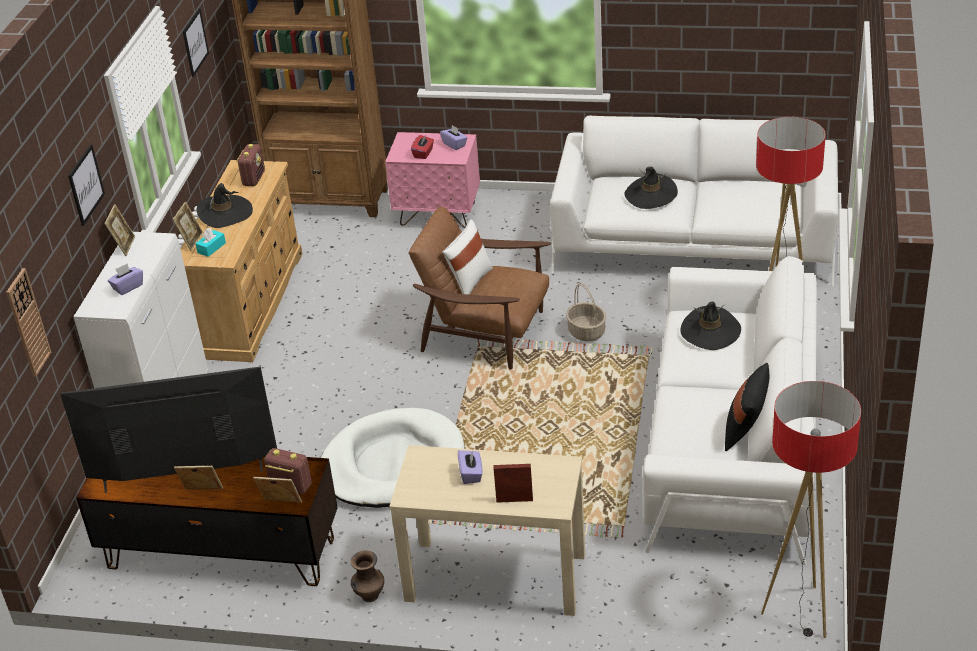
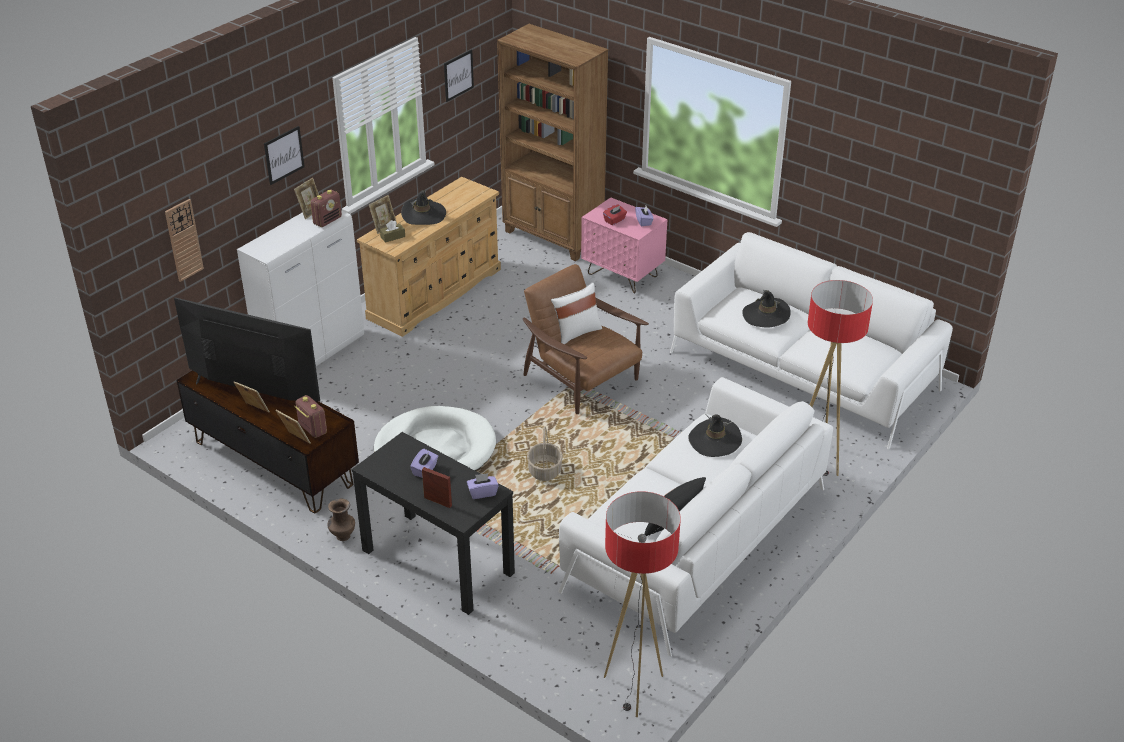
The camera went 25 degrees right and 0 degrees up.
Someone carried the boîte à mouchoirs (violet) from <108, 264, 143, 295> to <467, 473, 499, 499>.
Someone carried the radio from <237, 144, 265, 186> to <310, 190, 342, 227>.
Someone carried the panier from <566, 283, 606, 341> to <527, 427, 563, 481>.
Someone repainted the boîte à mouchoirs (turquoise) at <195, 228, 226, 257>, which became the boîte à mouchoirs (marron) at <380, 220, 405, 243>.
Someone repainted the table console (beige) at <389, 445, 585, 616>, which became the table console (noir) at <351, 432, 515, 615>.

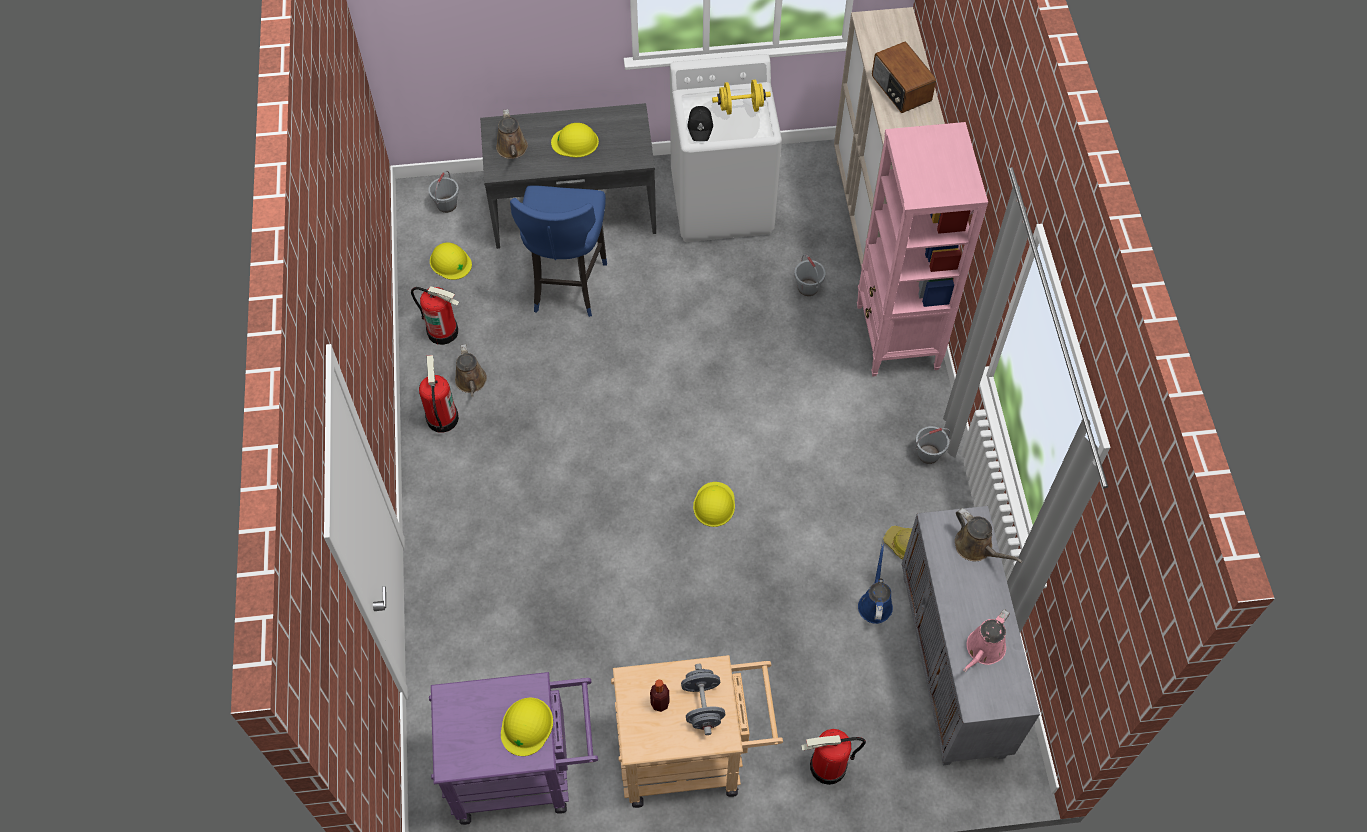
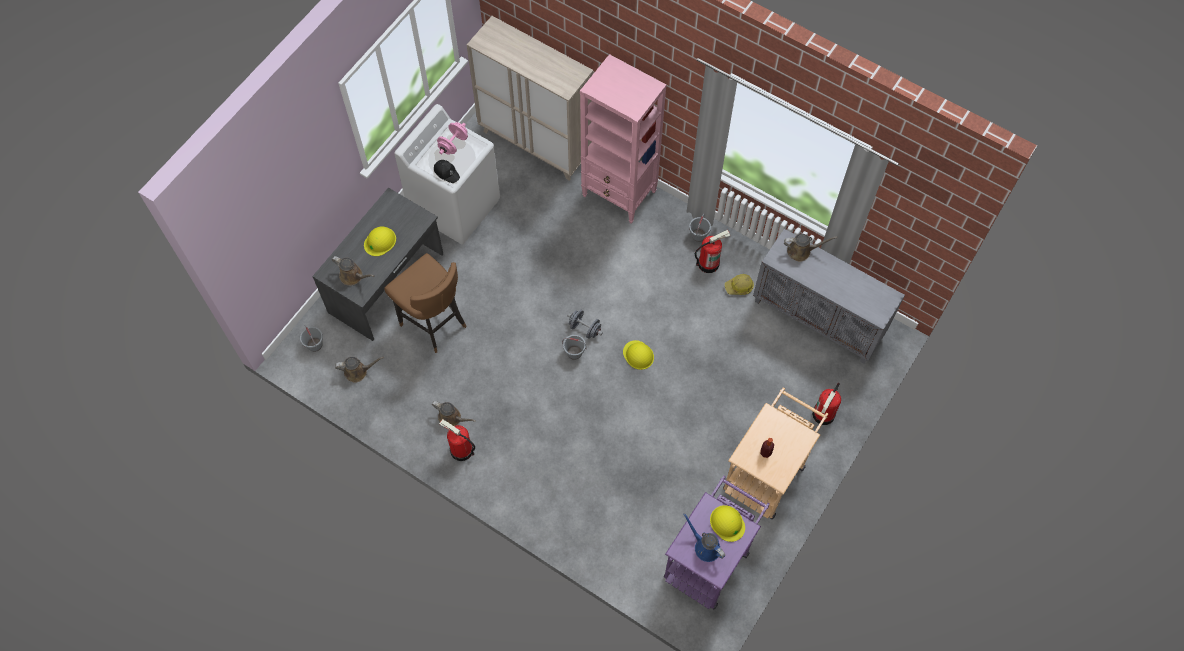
The camera went 50 degrees left and 5 degrees up.
Someone took away the radio at <872, 42, 936, 113>.
Someone took away the arrosoir (rose) at <963, 609, 1010, 672>.
Someone carried the extincteur from <411, 286, 459, 345> to <695, 230, 730, 273>.
Someone carried the haltère (gris) from <681, 664, 725, 735> to <567, 310, 603, 339>.
Someone carried the seau (gris) from <794, 254, 826, 296> to <562, 335, 586, 360>.
Someone carried the arrosoir (bleu) from <858, 544, 893, 624> to <683, 513, 725, 562>.
Someone swapped the casque de chantier (jaune) at <430, 242, 472, 280> for the arrosoir (marron) at <335, 357, 384, 383>.
Someone repainted the tabouret (bleu) at <510, 185, 607, 317>, which became the tabouret (marron) at <384, 253, 467, 353>.
Someone repainted the haltère (jaune) at <712, 79, 771, 115>, which became the haltère (rose) at <437, 122, 468, 155>.

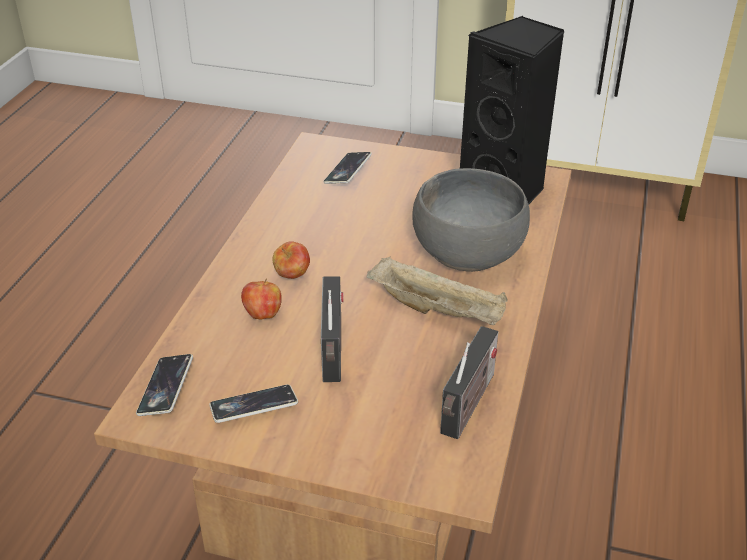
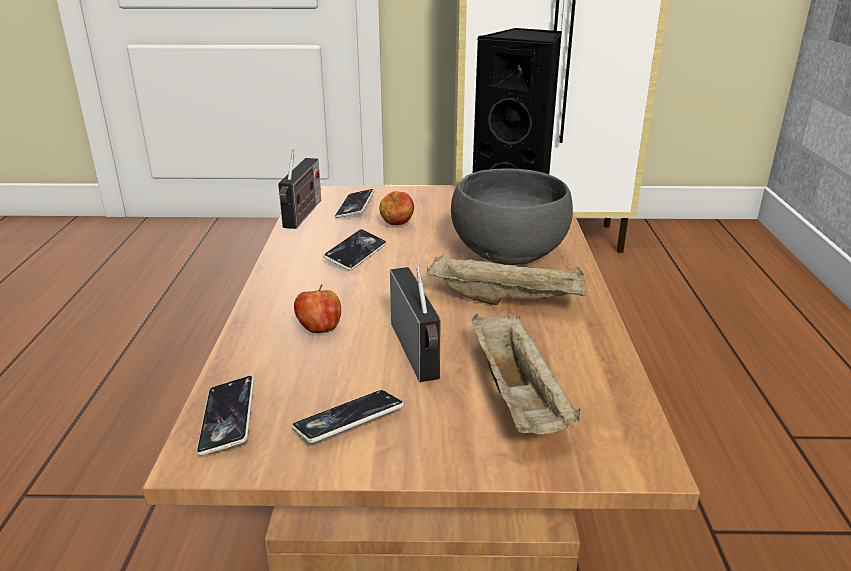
The camera went 15 degrees left and 10 degrees down.
Someone put down the téléphone at <323, 229, 387, 271>.
Someone put down the plateau (beige) at <472, 313, 580, 435>.
Someone carried the pomme from <273, 241, 310, 279> to <379, 191, 414, 225>.
Someone carried the radio from <440, 326, 498, 439> to <278, 149, 321, 229>.

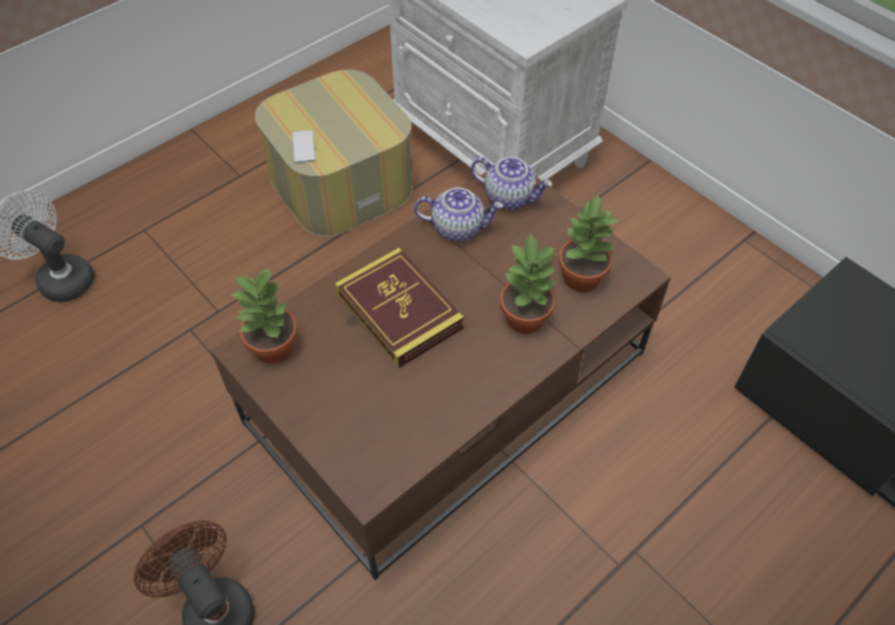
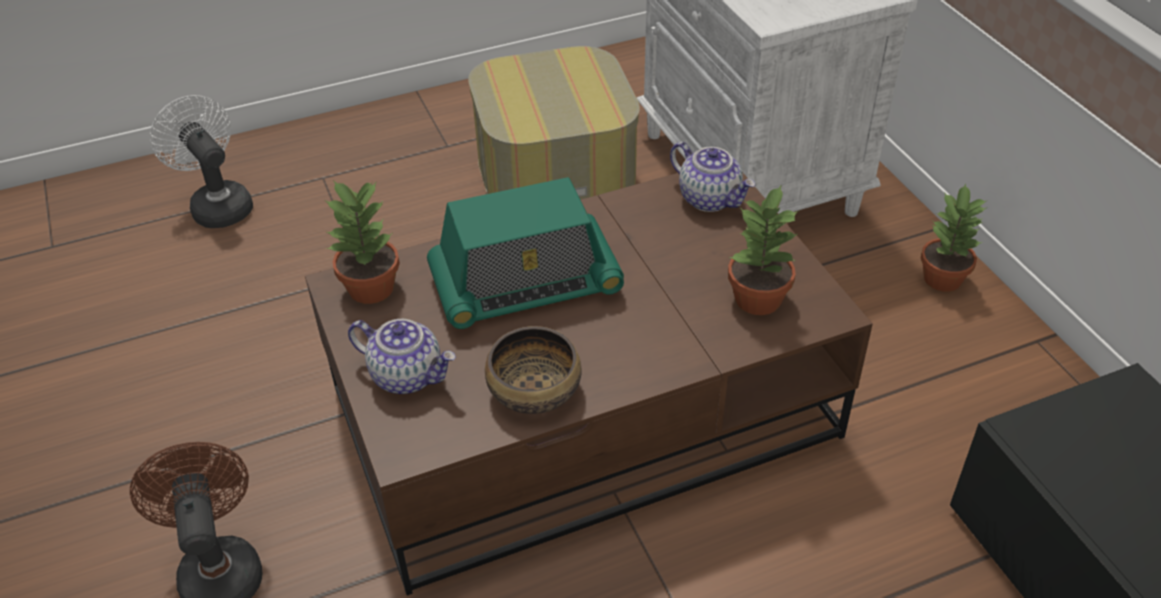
The camera went 20 degrees right and 10 degrees down.
Someone took away the téléphone at <292, 130, 315, 163>.
Someone put down the bol at <485, 326, 582, 414>.
Someone carried the théière from <414, 187, 503, 241> to <348, 319, 456, 394>.
Someone carried the plante en pot from <500, 233, 557, 334> to <921, 183, 986, 292>.
Someone swapped the livre at <335, 248, 464, 368> for the radio at <427, 177, 624, 329>.

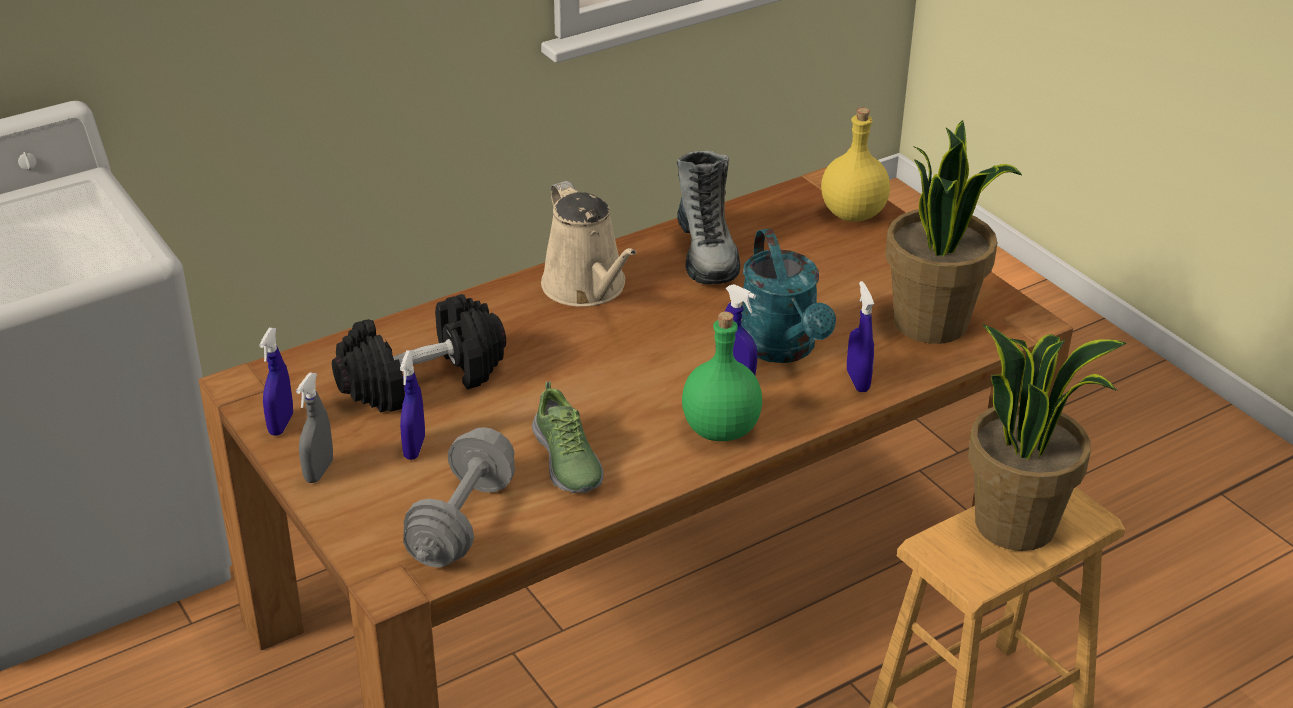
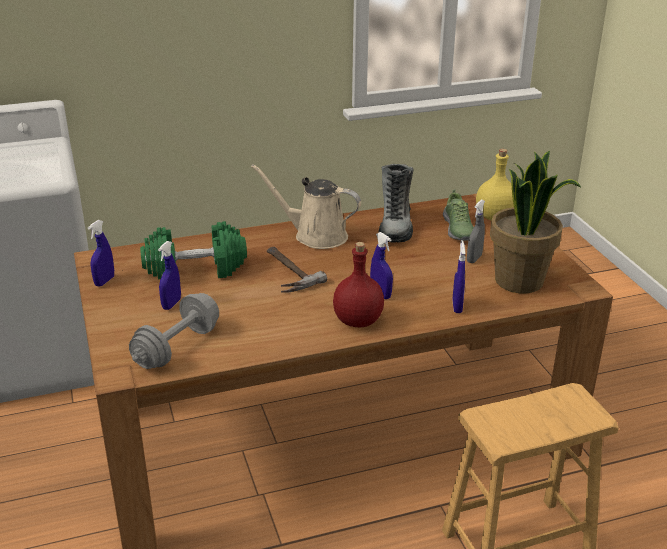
The camera went 15 degrees right and 5 degrees down.
Someone took away the arrosoir (turquoise) at <741, 228, 836, 363>.
Someone took away the plante en pot at <968, 324, 1127, 551>.
Someone put down the marteau at <267, 247, 327, 293>.
Someone carried the vaporisateur (gris) from <296, 373, 333, 483> to <467, 200, 485, 263>.
Someone carried the chaussure from <532, 382, 604, 493> to <443, 190, 474, 241>.
Someone repainted the haltère (noir) at <332, 294, 506, 413>, which became the haltère (vert) at <140, 221, 247, 279>.
Someone repainted the bouteille (vert) at <682, 312, 762, 441>, which became the bouteille (rouge) at <333, 242, 384, 327>.
Someone rotated the arrosoir (beige) at <541, 181, 637, 307> by 120 degrees clockwise.

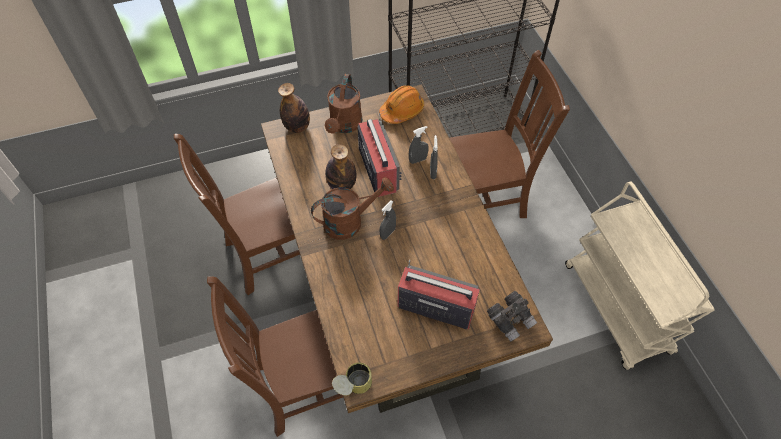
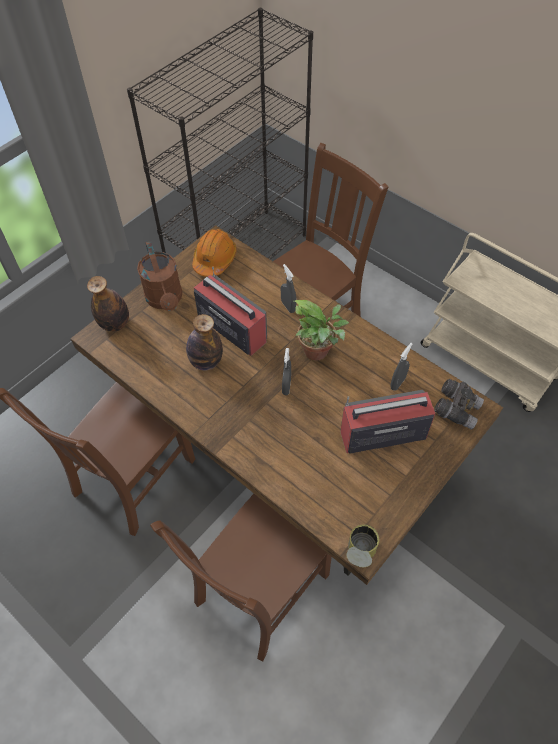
The camera went 30 degrees left and 0 degrees up.
Someone took away the arrosoir (marron) at <311, 177, 394, 240>.
Someone put down the plante en pot at <294, 300, 349, 361>.
Someone carried the vaporisateur (gris) from <409, 126, 429, 164> to <390, 343, 413, 391>.

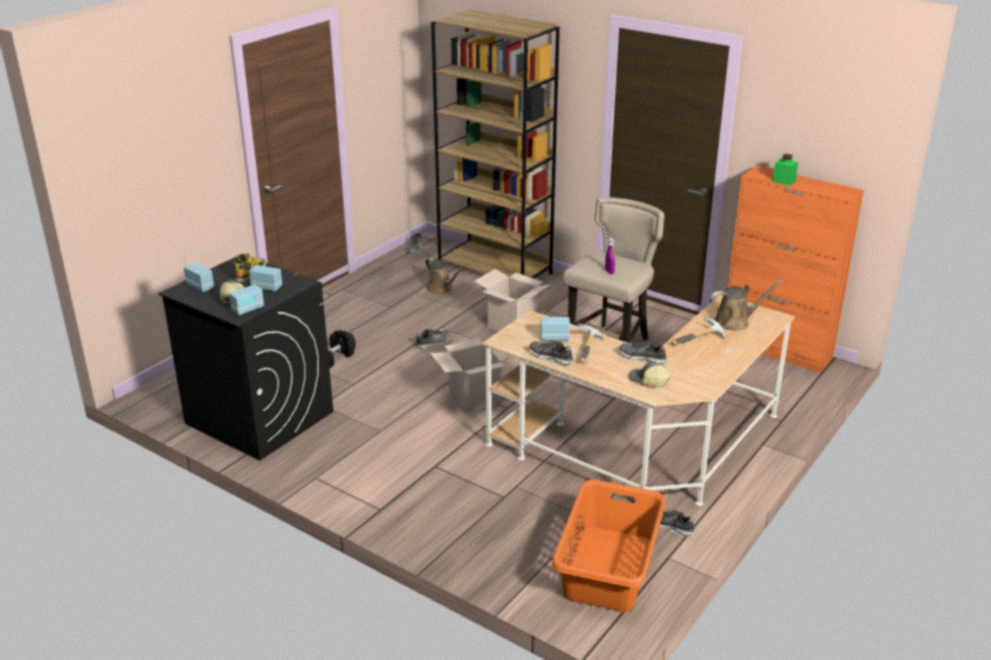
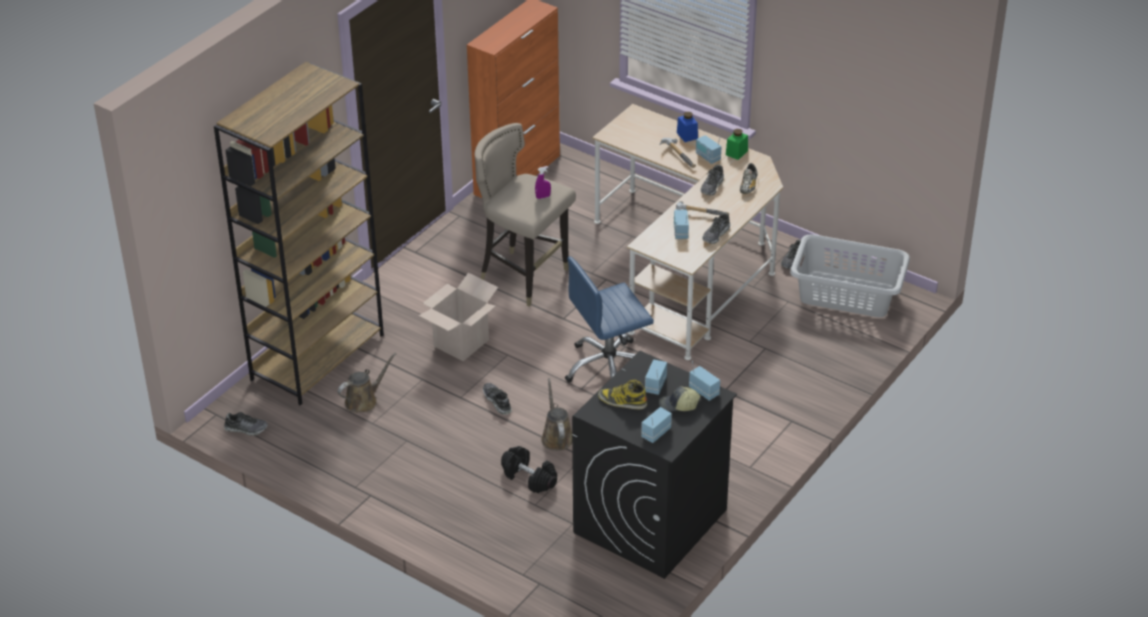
The camera went 90 degrees left and 10 degrees up.
Someone put down the bocal (bleu) at <677, 112, 698, 142>.
Someone put down the radio at <696, 135, 721, 164>.
Someone carried the arrosoir (marron) from <709, 280, 783, 331> to <541, 378, 572, 451>.
Someone carried the bocal (vert) from <772, 154, 798, 186> to <726, 129, 748, 160>.
Someone swapped the carton at <430, 338, 511, 413> for the chaise de bureau (bleu) at <565, 256, 654, 383>.
Someone swapped the casquette at <629, 362, 671, 388> for the chaussure at <740, 163, 758, 194>.
Someone repainted the panier à linge (orange) at <552, 480, 666, 612>, which became the panier à linge (gris) at <790, 234, 910, 317>.

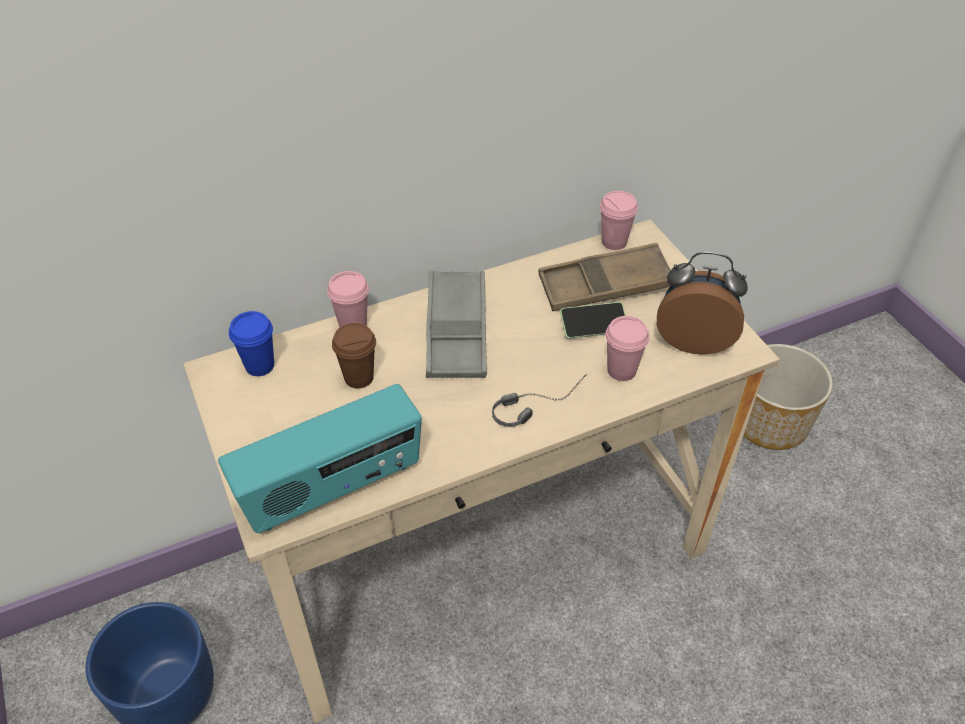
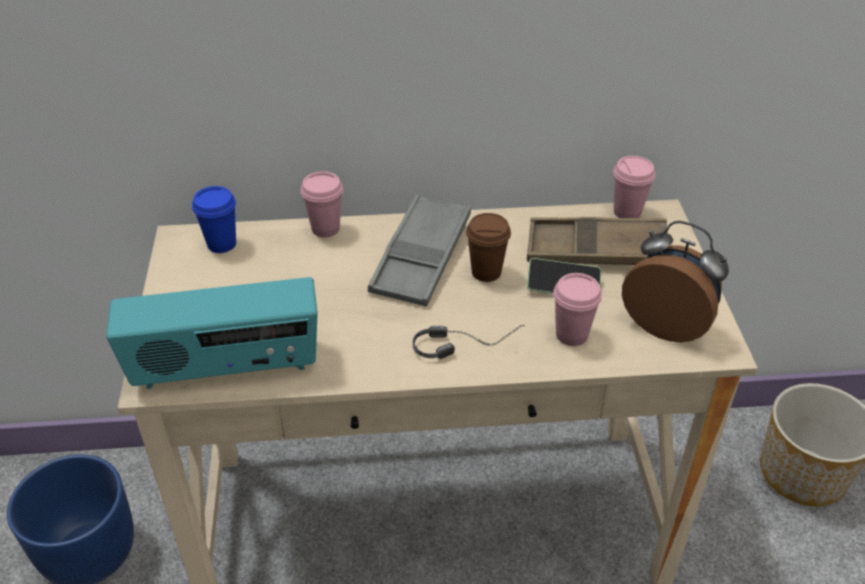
The camera went 20 degrees right and 5 degrees down.
Someone carried the tasse (marron) from <332, 323, 376, 388> to <466, 213, 511, 282>.

